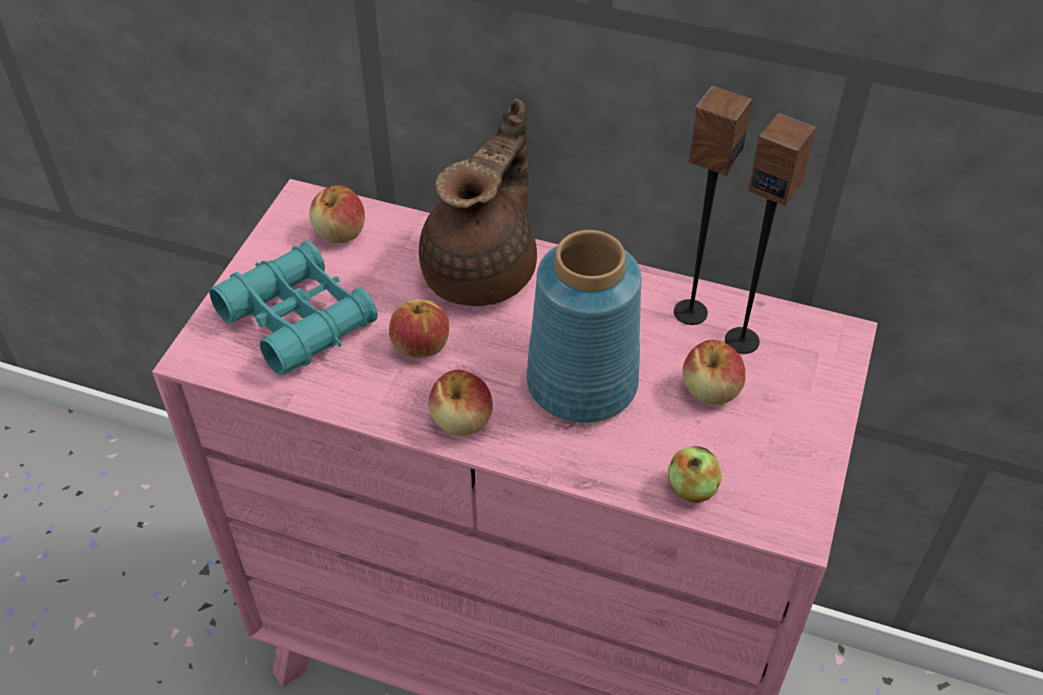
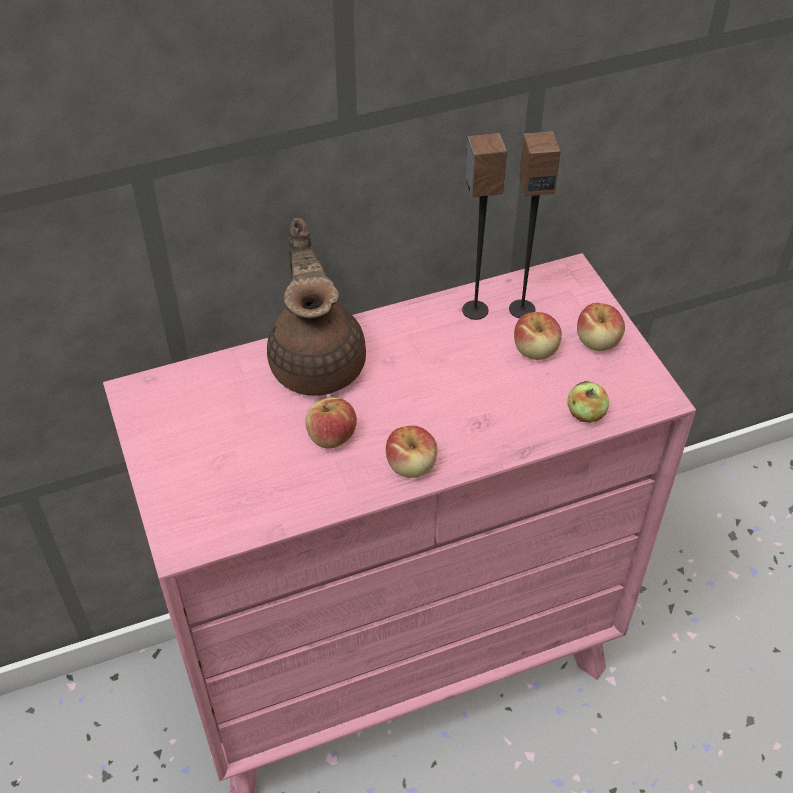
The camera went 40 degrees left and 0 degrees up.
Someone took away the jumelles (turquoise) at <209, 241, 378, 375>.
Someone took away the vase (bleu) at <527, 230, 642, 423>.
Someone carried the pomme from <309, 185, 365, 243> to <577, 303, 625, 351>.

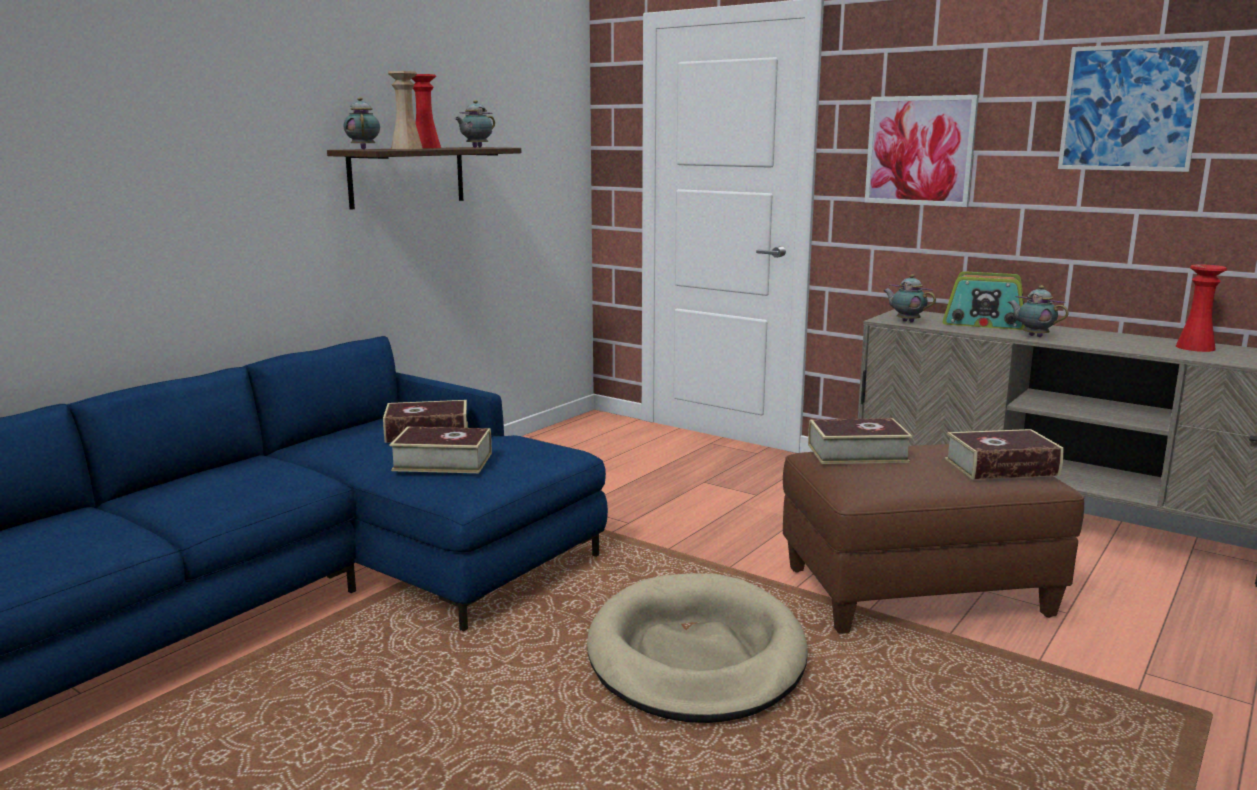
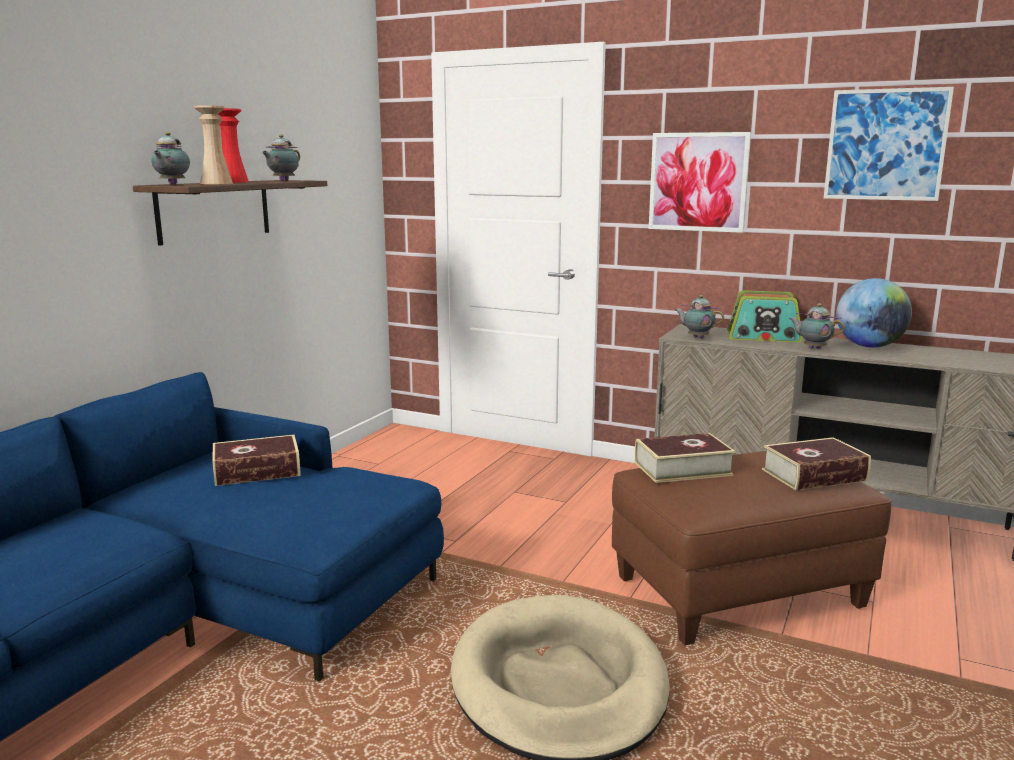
The camera went 10 degrees left and 0 degrees up.
Someone took away the livre at <390, 427, 492, 473>.
Someone took away the vase (rouge) at <1176, 264, 1227, 352>.
Someone put down the globe at <836, 278, 912, 348>.
Someone rotated the théière at <344, 97, 380, 149> by 150 degrees counterclockwise.

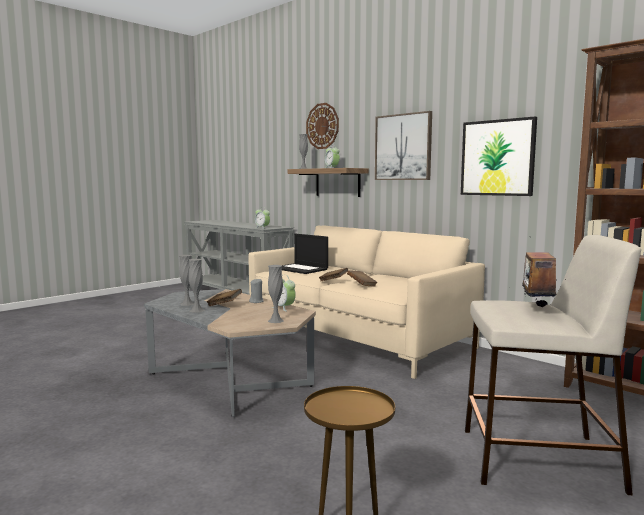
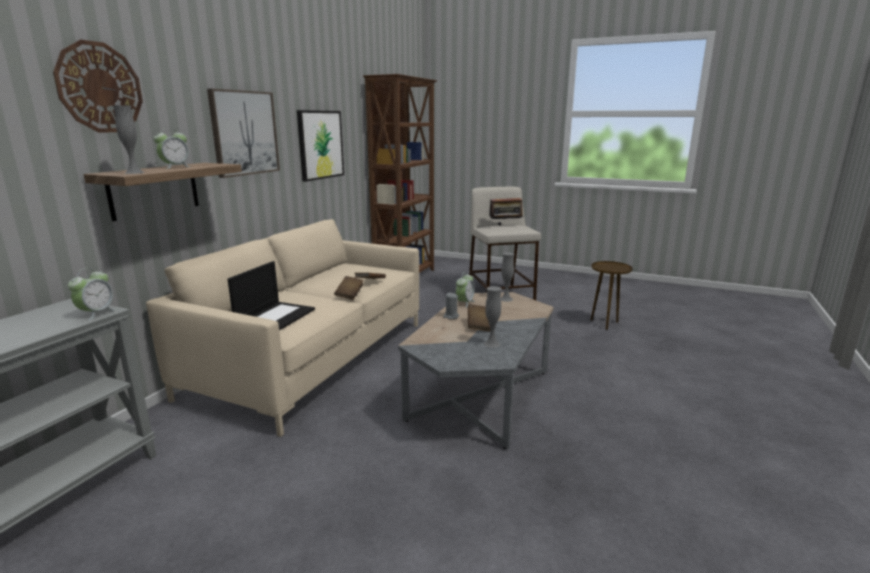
The camera went 110 degrees left and 10 degrees up.
Someone took away the vase (gris) at <189, 259, 204, 313>.

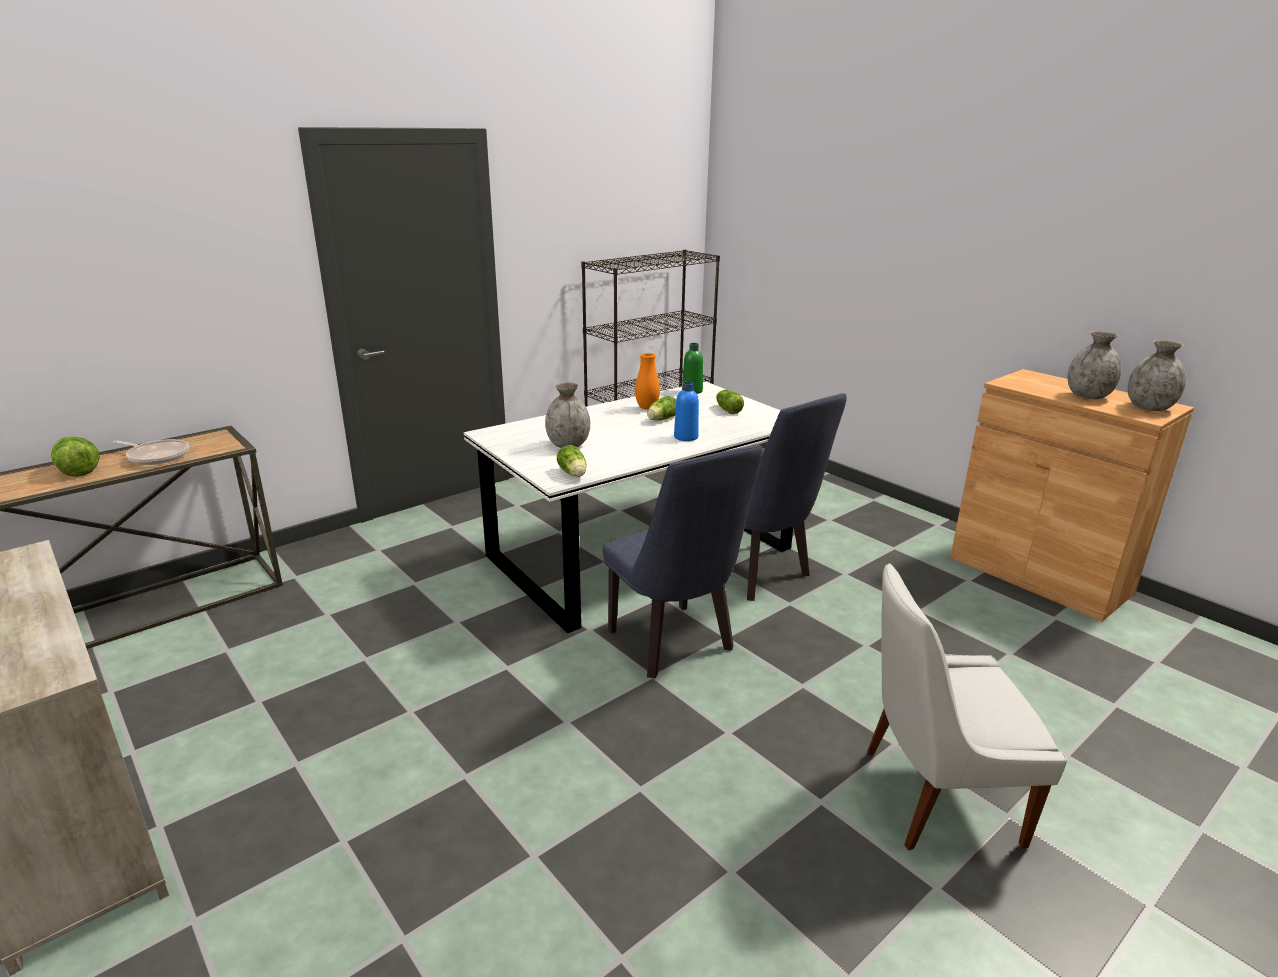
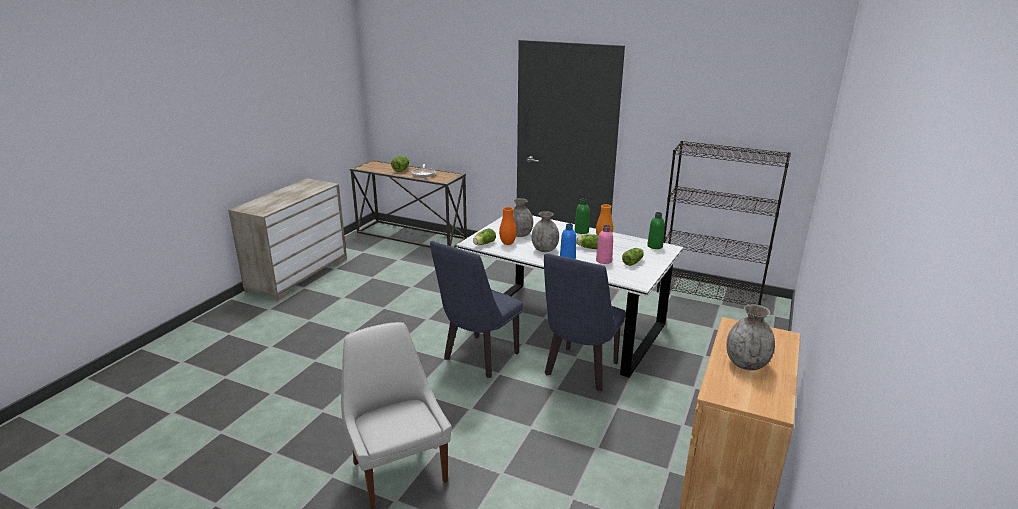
The camera went 65 degrees right and 0 degrees up.
Someone put down the vase (orange) at <499, 207, 517, 245>.
Someone put down the bouteille (vert) at <575, 199, 590, 234>.
Someone put down the bouteille (rose) at <596, 225, 613, 264>.
Someone carried the vase (gris) from <1128, 340, 1186, 411> to <532, 211, 559, 252>.

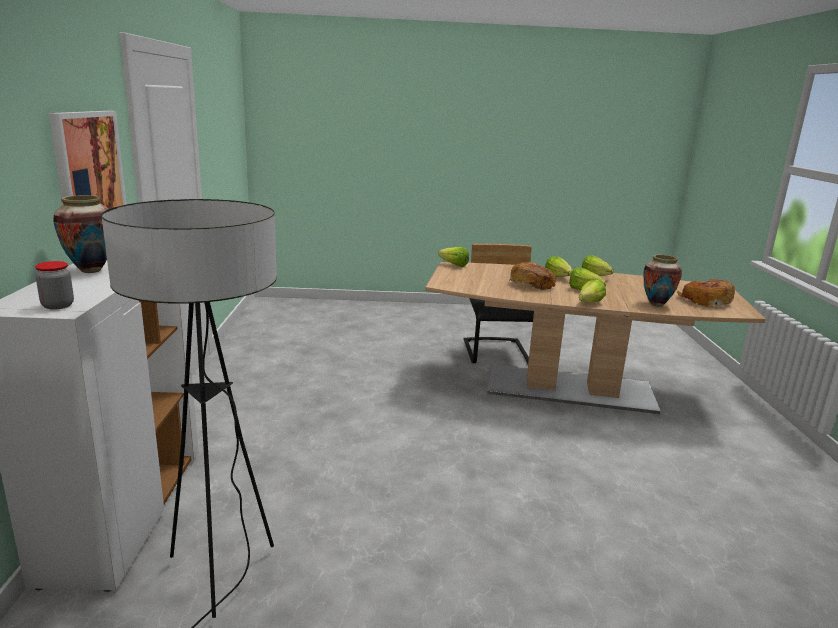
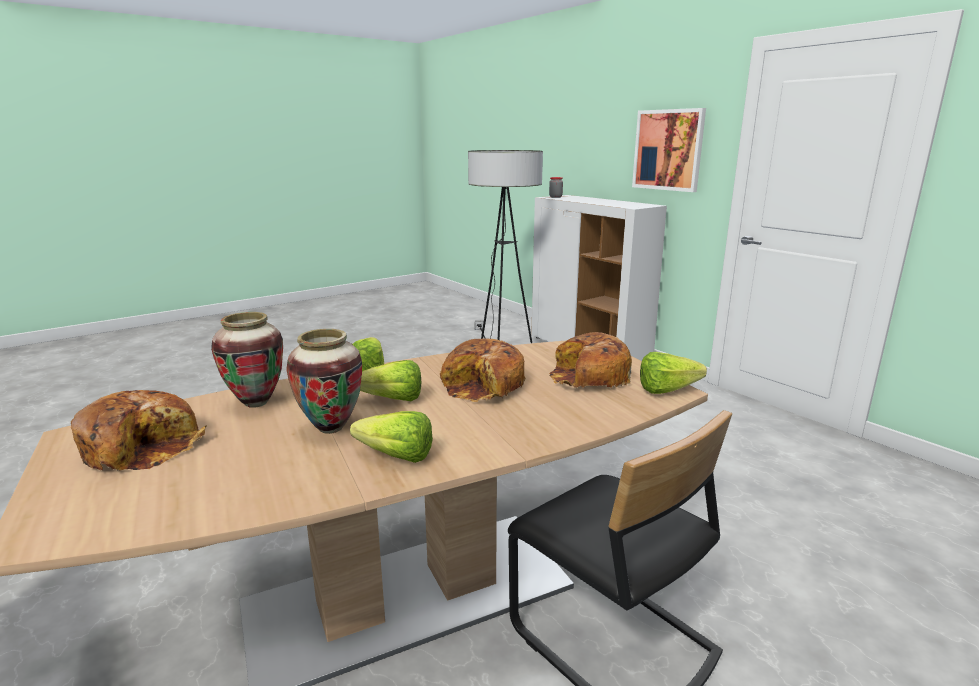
The camera went 145 degrees right and 0 degrees up.
Someone took away the laitue at <545, 256, 572, 277>.
Someone put down the pain at <549, 332, 632, 388>.
Someone carried the vase from <53, 195, 108, 273> to <286, 329, 362, 434>.

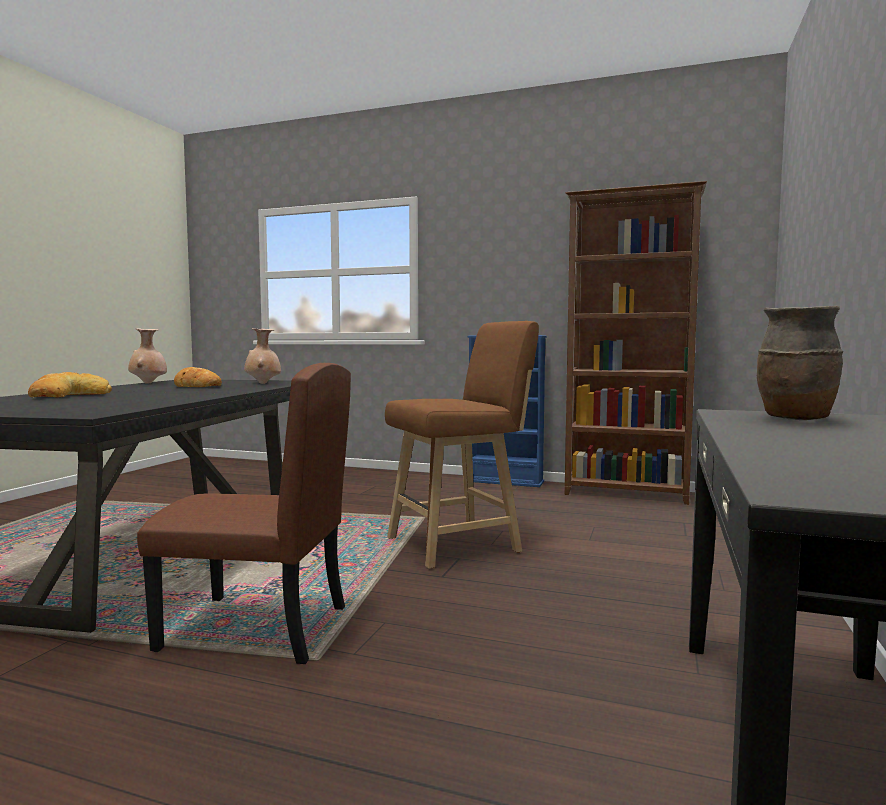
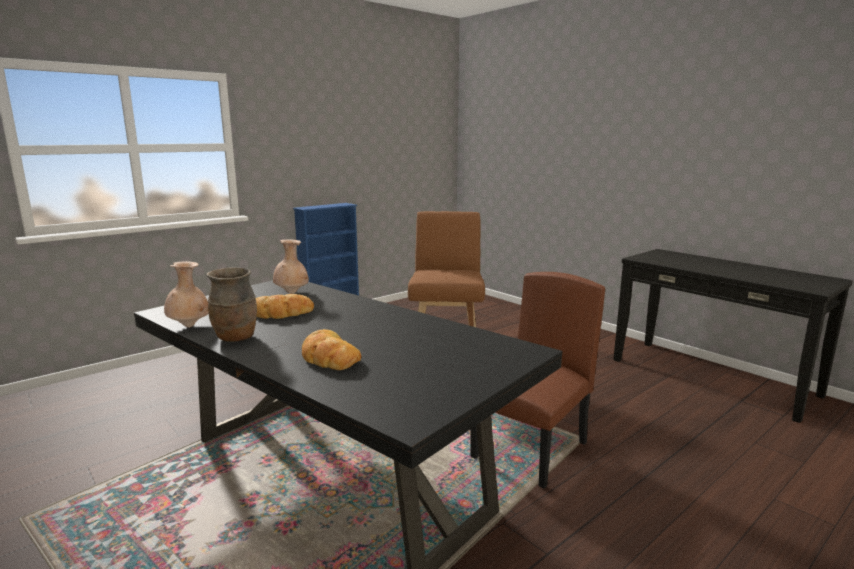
The camera went 60 degrees left and 10 degrees up.
Someone took away the bibliothèque (marron) at <565, 181, 707, 505>.
Someone carried the vase (marron) from <757, 306, 843, 420> to <207, 268, 257, 342>.

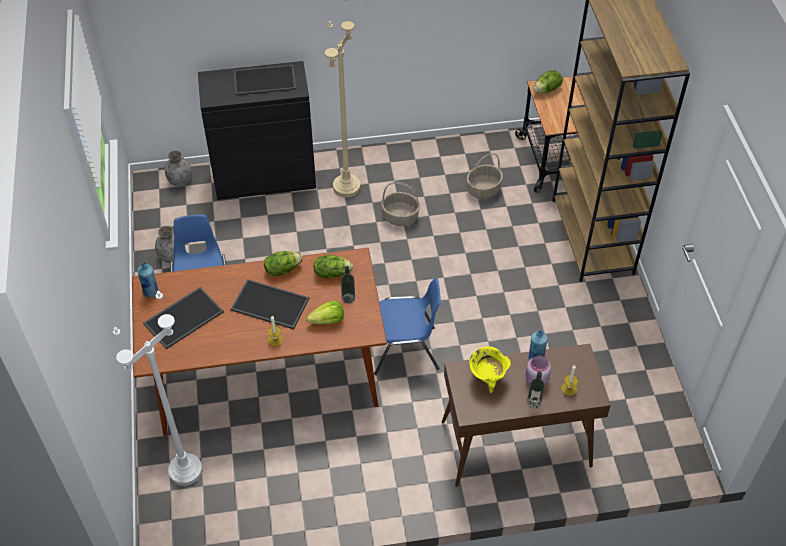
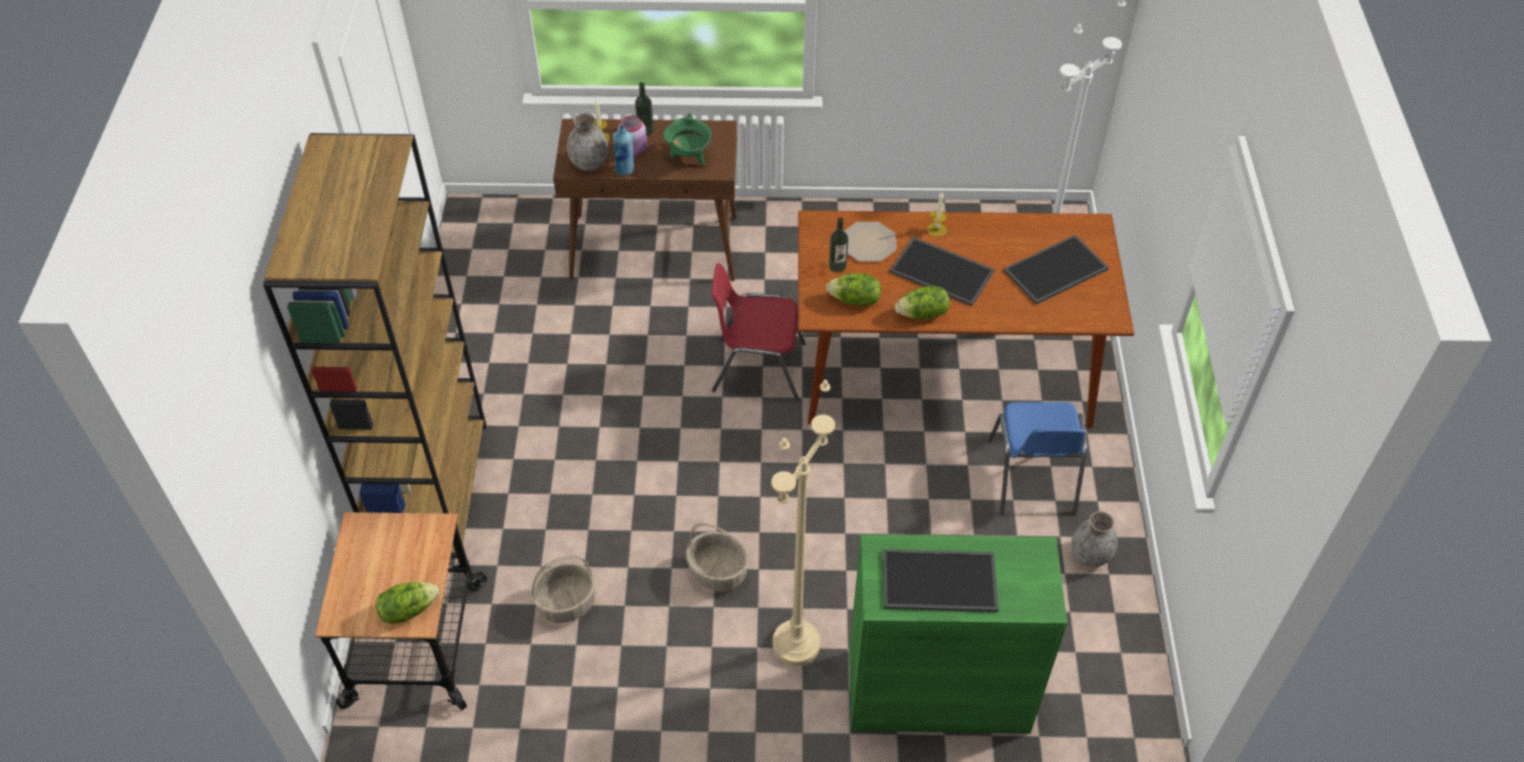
The camera went 170 degrees left and 0 degrees up.
Someone took away the bouteille (bleu) at <138, 262, 158, 298>.
Someone carried the vase (gris) from <165, 150, 192, 186> to <567, 113, 608, 171>.
Someone swapped the laitue at <306, 301, 344, 325> for the assiette at <845, 222, 897, 262>.
Someone repainted the meuble de rangement (noir) at <198, 61, 316, 200>, which became the meuble de rangement (vert) at <849, 534, 1067, 734>.
Someone repainted the chaise (bleu) at <374, 278, 441, 375>, which became the chaise (rouge) at <711, 263, 806, 401>.
Someone repainted the marmite (jaune) at <469, 346, 511, 394>, which became the marmite (vert) at <663, 113, 712, 166>.

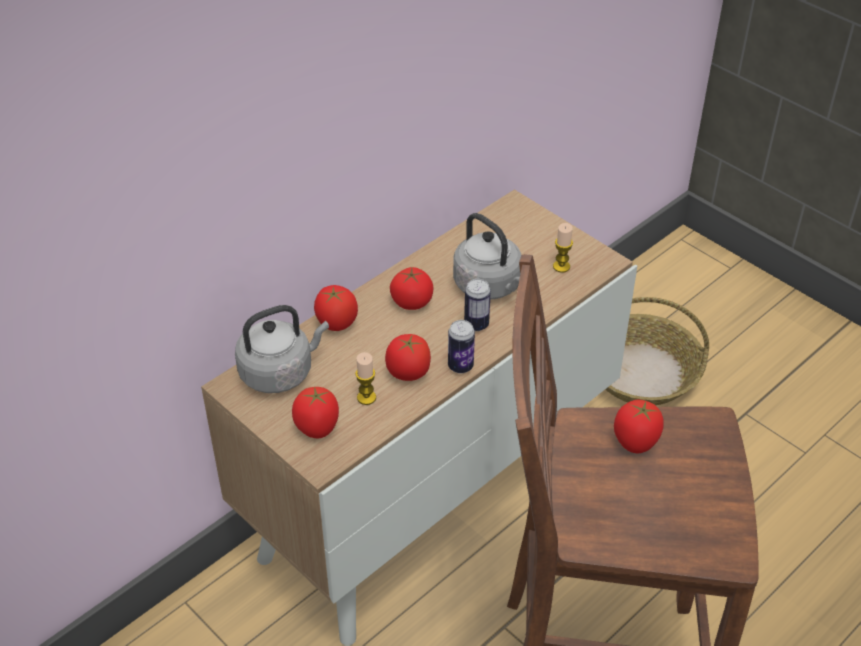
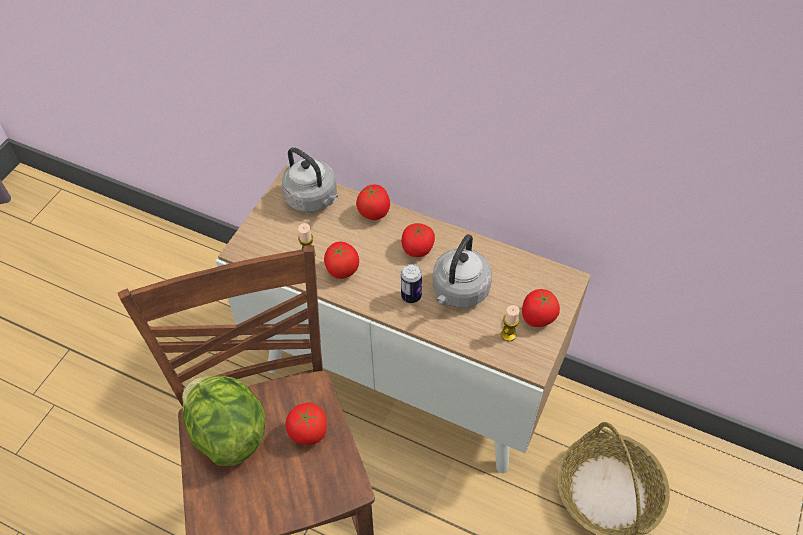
The camera went 70 degrees right and 10 degrees up.
Someone took away the boîte métallique at <448, 320, 475, 373>.
Someone put down the laitue at <182, 376, 265, 466>.
Someone carried the tomate from <292, 387, 339, 438> to <522, 289, 560, 327>.

